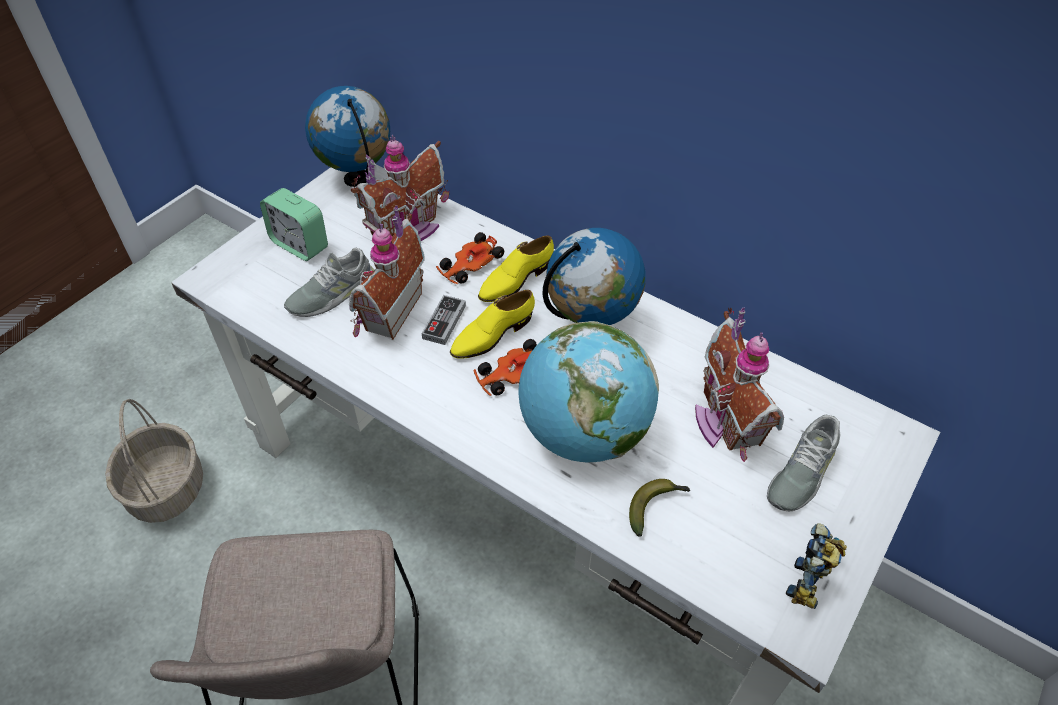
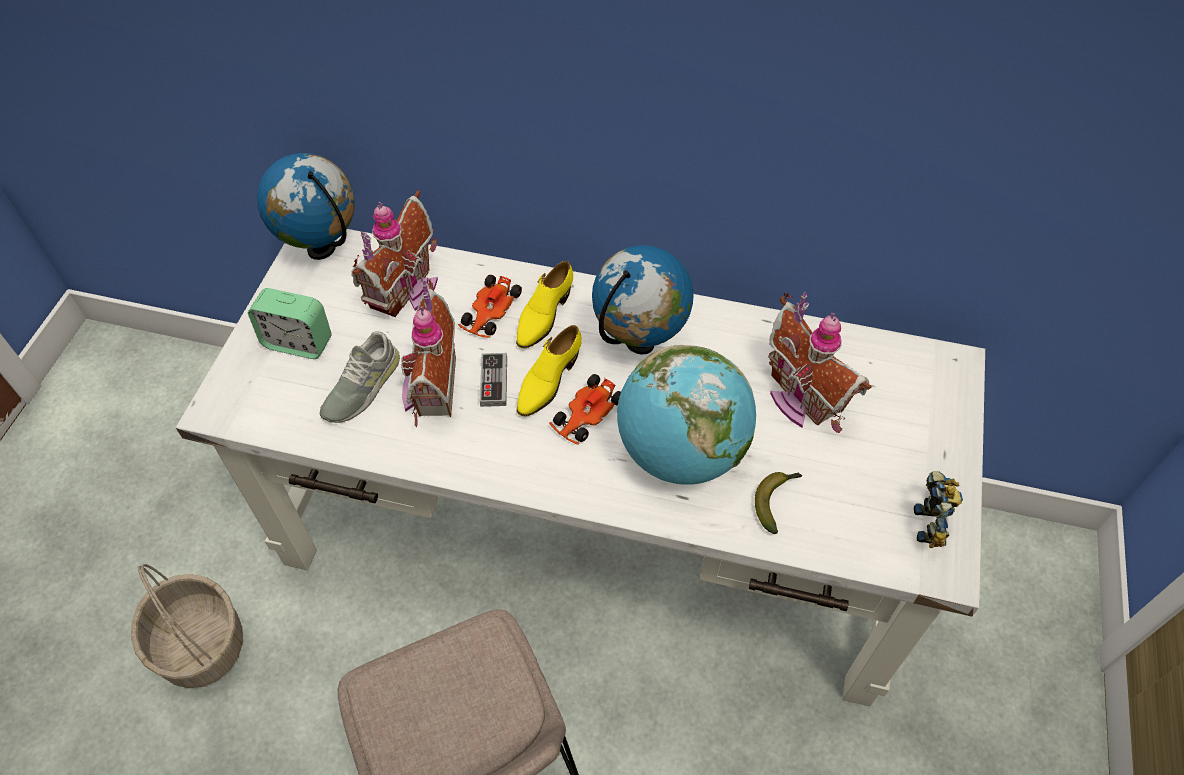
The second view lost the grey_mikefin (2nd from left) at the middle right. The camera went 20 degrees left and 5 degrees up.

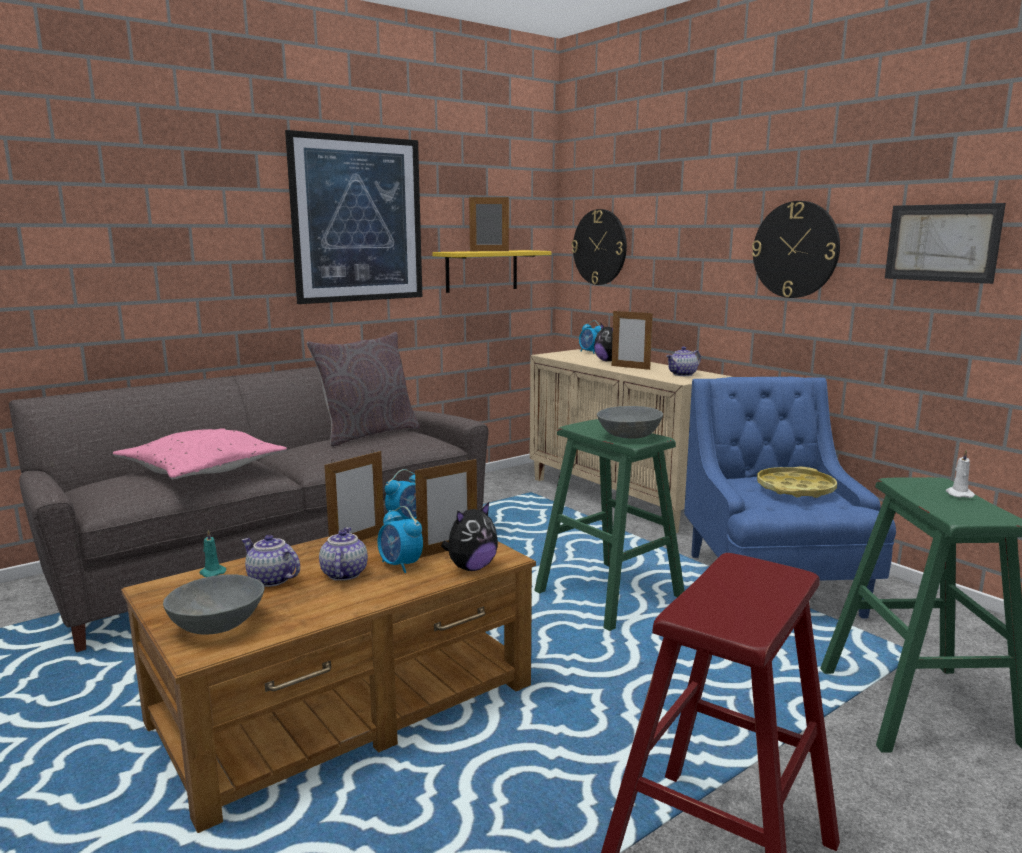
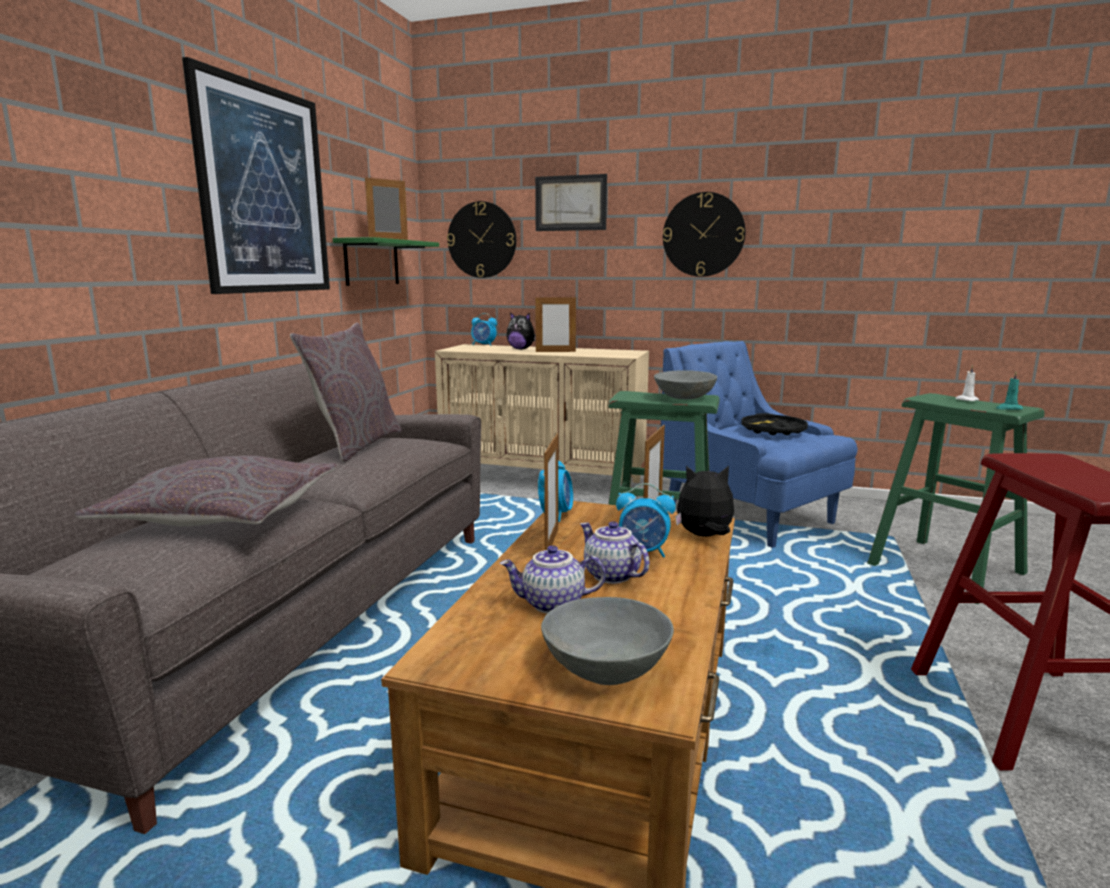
The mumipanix (2nd from left) ended up elsewhere, having gone from the top right to the top centre. What was the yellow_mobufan at the top centre turned into the green_mobufan at the top centre. The second view lost the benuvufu (3rd from left) at the middle right. What was the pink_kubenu at the middle left turned into the grey_kubenu (1st from left) at the middle left. What was the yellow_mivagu at the middle right turned into the black_mivagu at the middle right. The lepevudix (1st from left in the first image) at the centre ended up facing another way, 105 degrees counterclockwise from before. The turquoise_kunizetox ended up elsewhere, having gone from the middle left to the middle right. The camera went 35 degrees left and 0 degrees up.

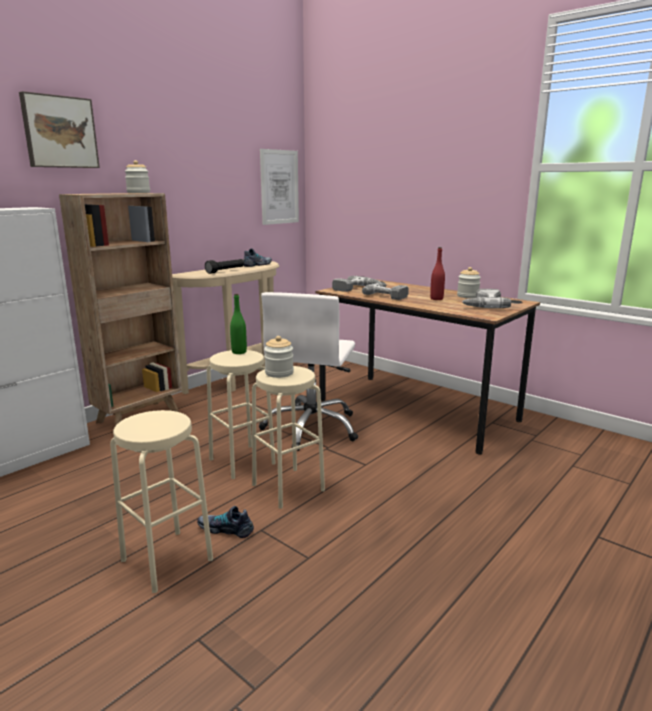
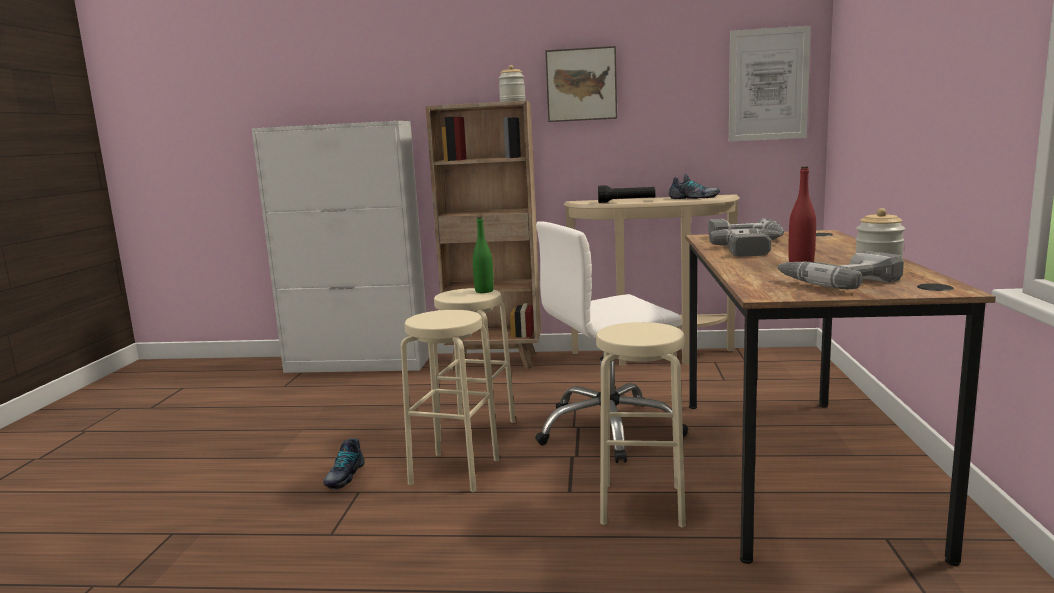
The mumipanix (1st from left) ended up elsewhere, having gone from the top left to the top centre. The second view lost the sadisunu (2nd from left) at the centre. The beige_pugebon (1st from left in the first image) ended up elsewhere, having gone from the bottom left to the bottom centre. The mikefin (1st from left) at the bottom centre ended up facing another way, 150 degrees counterclockwise from before. The camera went 55 degrees right and 5 degrees down.

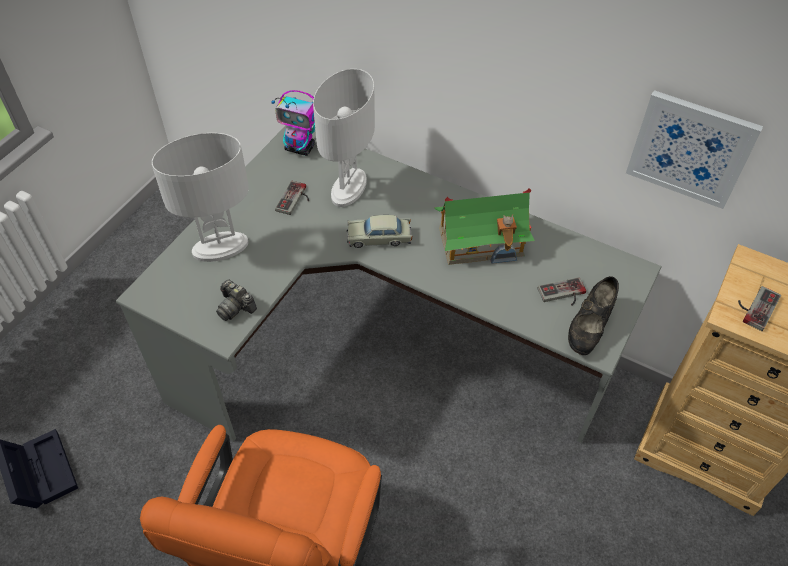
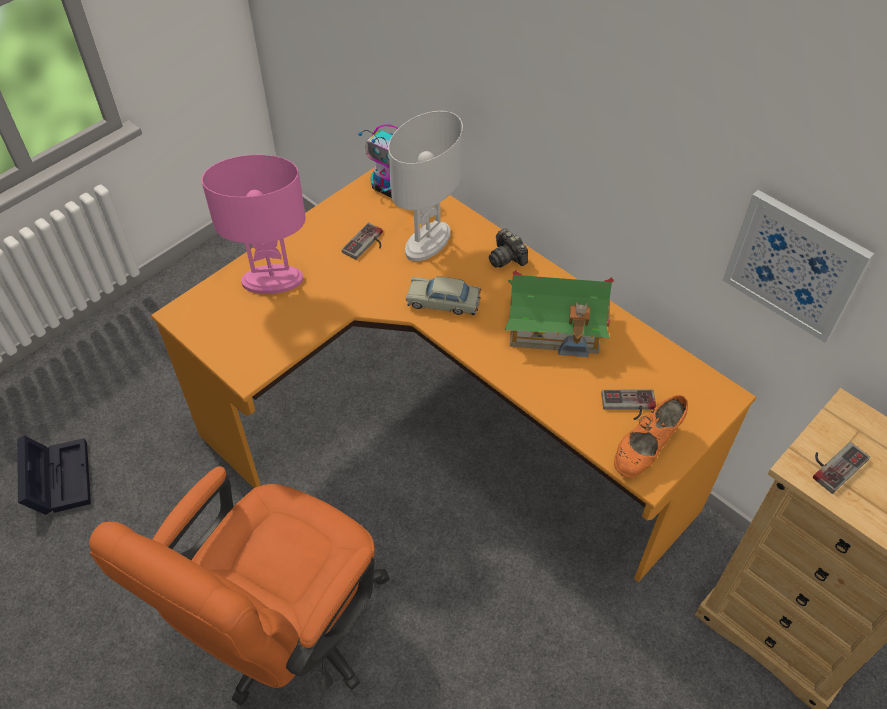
What was the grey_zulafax at the centre turned into the orange_zulafax at the centre. What was the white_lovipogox (1st from left) at the middle left turned into the pink_lovipogox at the top left. What was the black_mikefin at the middle right turned into the orange_mikefin at the middle right. The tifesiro ended up elsewhere, having gone from the middle left to the centre. The camera went 15 degrees right and 0 degrees up.

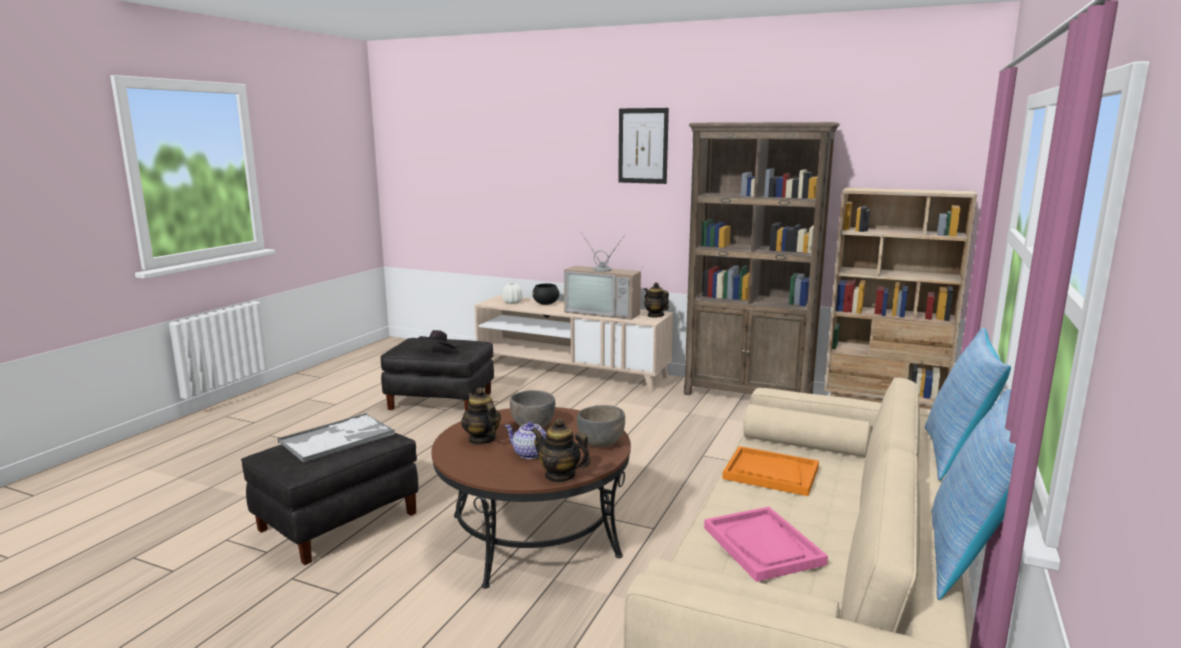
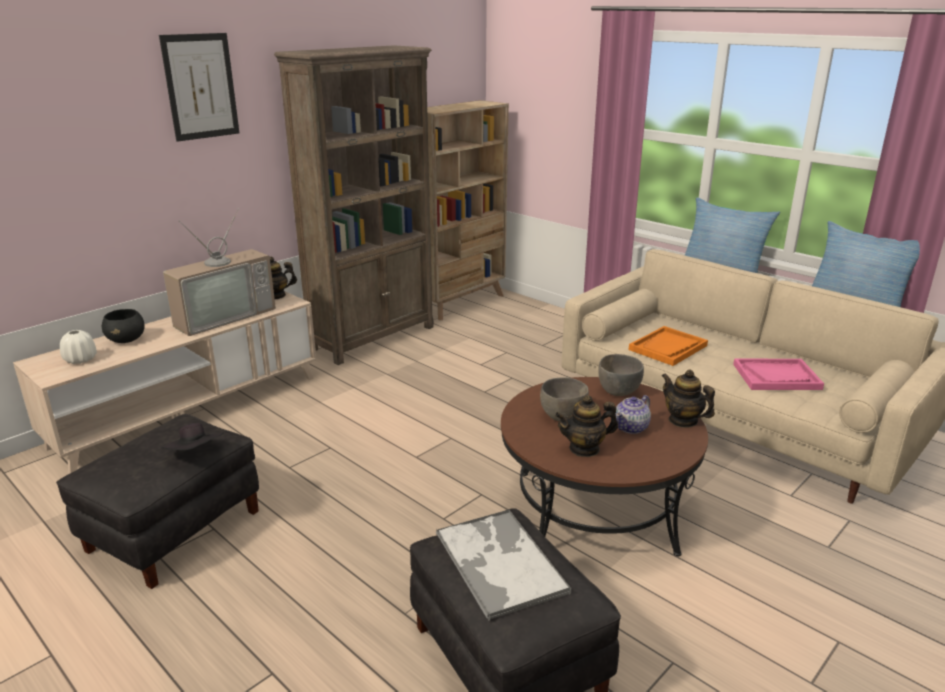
The benuvufu (3rd from left in the first image) at the bottom centre ended up facing another way, 90 degrees clockwise from before. The camera went 70 degrees left and 10 degrees up.

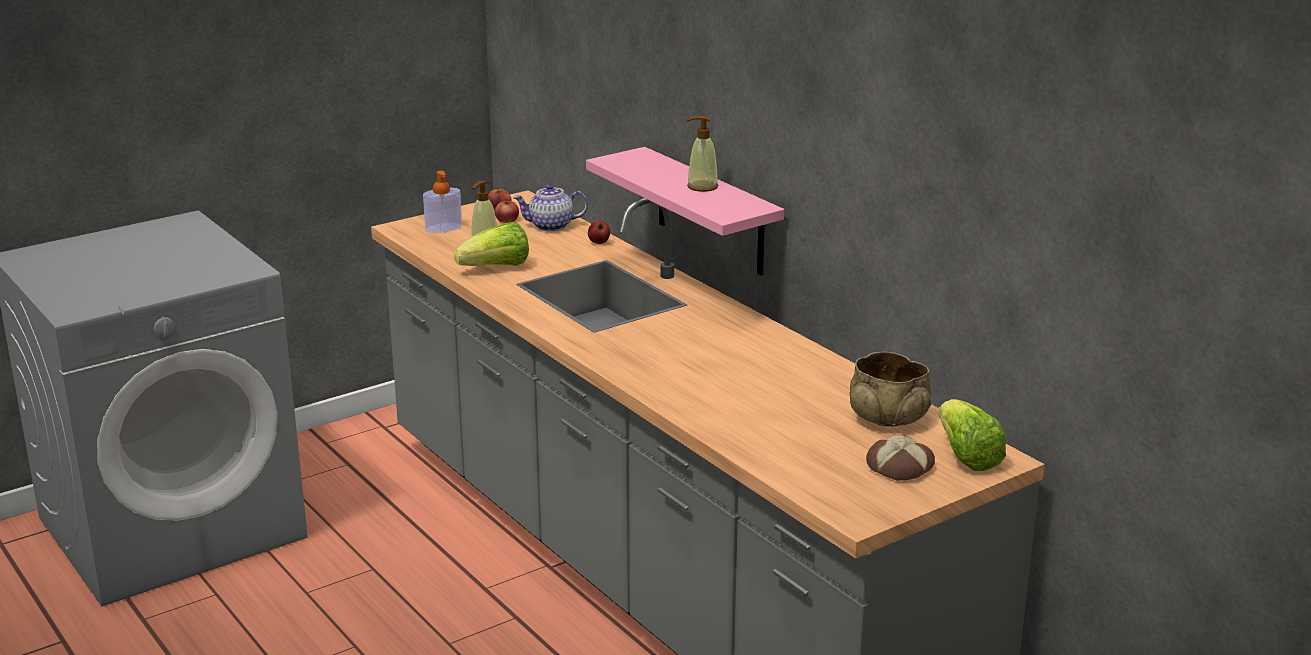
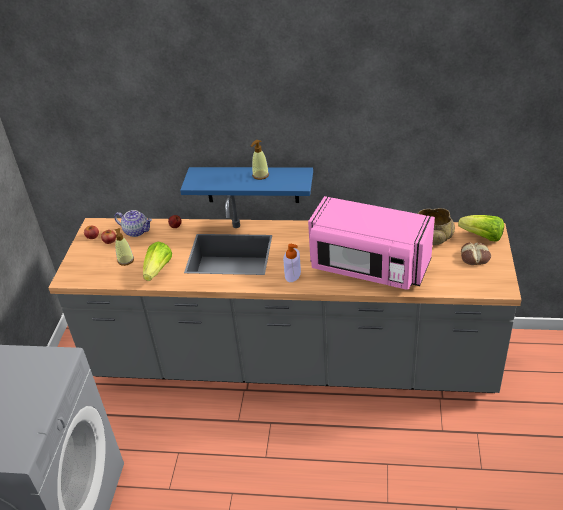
What was the pink_mobufan at the top centre turned into the blue_mobufan at the centre. The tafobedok (1st from left in the first image) ended up elsewhere, having gone from the top centre to the centre. The benuvufu at the top centre ended up facing another way, 105 degrees counterclockwise from before. The second view gained the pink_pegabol at the centre. The camera went 45 degrees left and 15 degrees up.

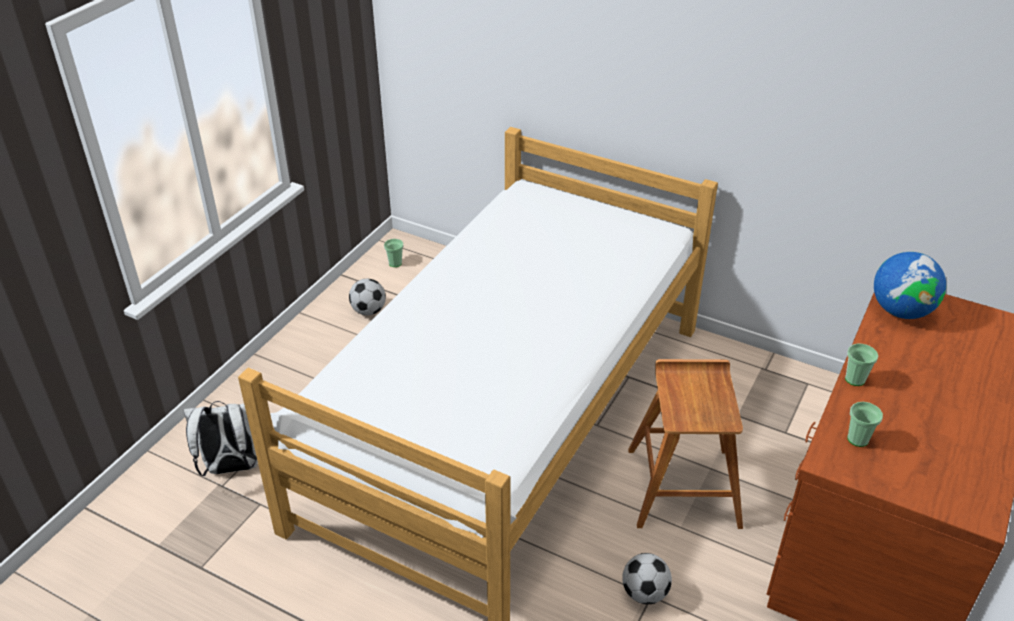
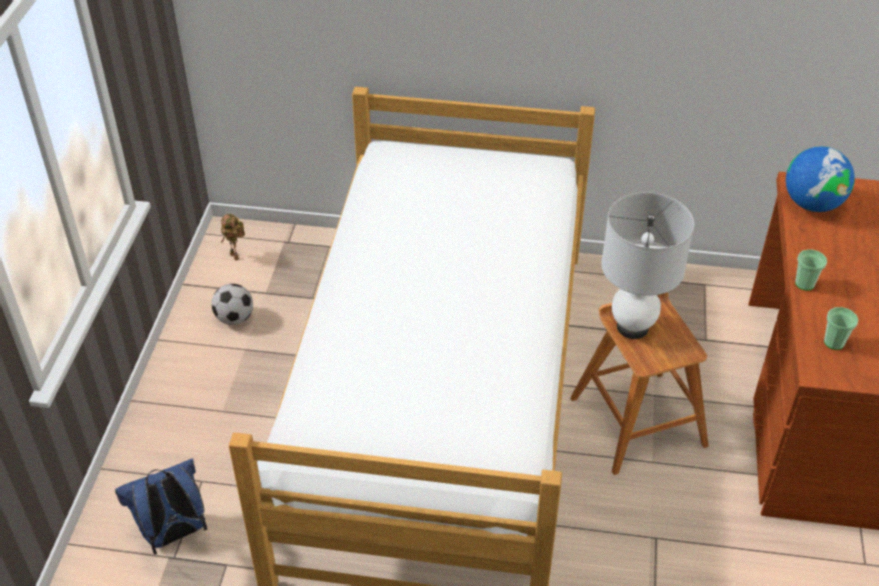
Where the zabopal (1st from left) stood at the centre, the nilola came to stand at the middle left. What was the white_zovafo at the bottom left turned into the blue_zovafo at the bottom left. The second view lost the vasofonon (2nd from left) at the bottom centre. The second view gained the white_lovipogox at the middle right. The camera went 20 degrees left and 5 degrees up.

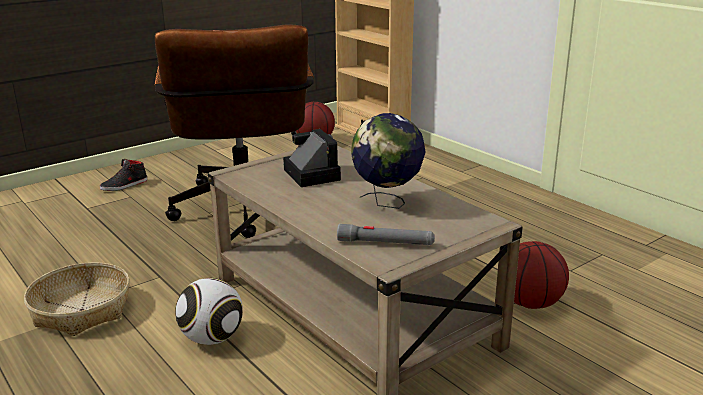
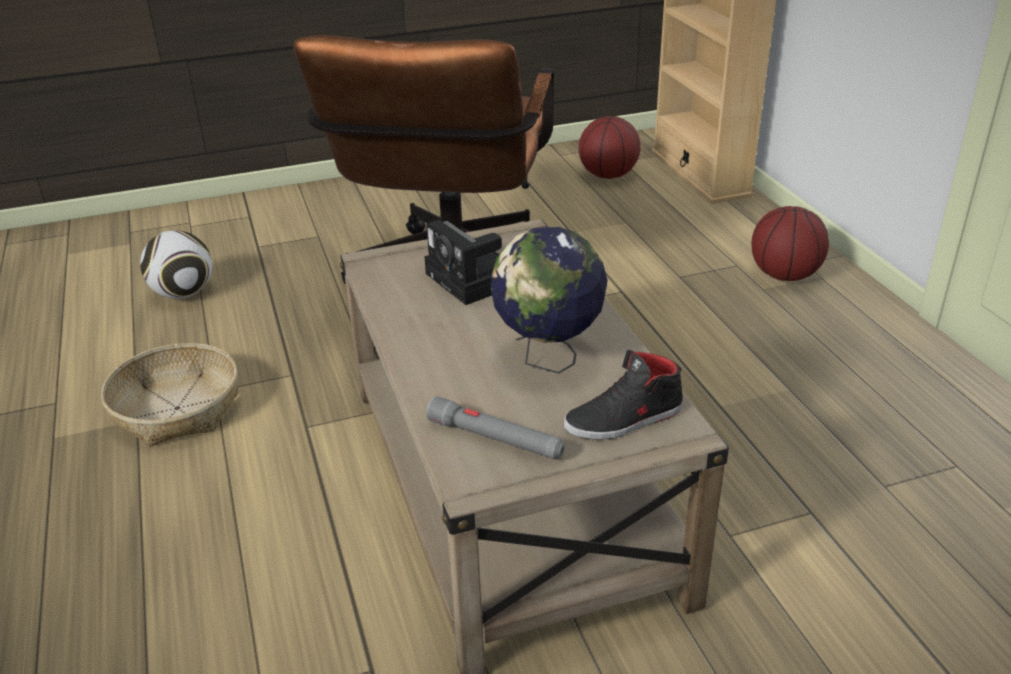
The tifesiro at the centre ended up facing another way, 150 degrees clockwise from before. The black_mikefin ended up elsewhere, having gone from the middle left to the centre. The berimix (2nd from left) ended up elsewhere, having gone from the bottom right to the middle right. The vasofonon ended up elsewhere, having gone from the bottom left to the middle left. The camera went 20 degrees right and 10 degrees up.

